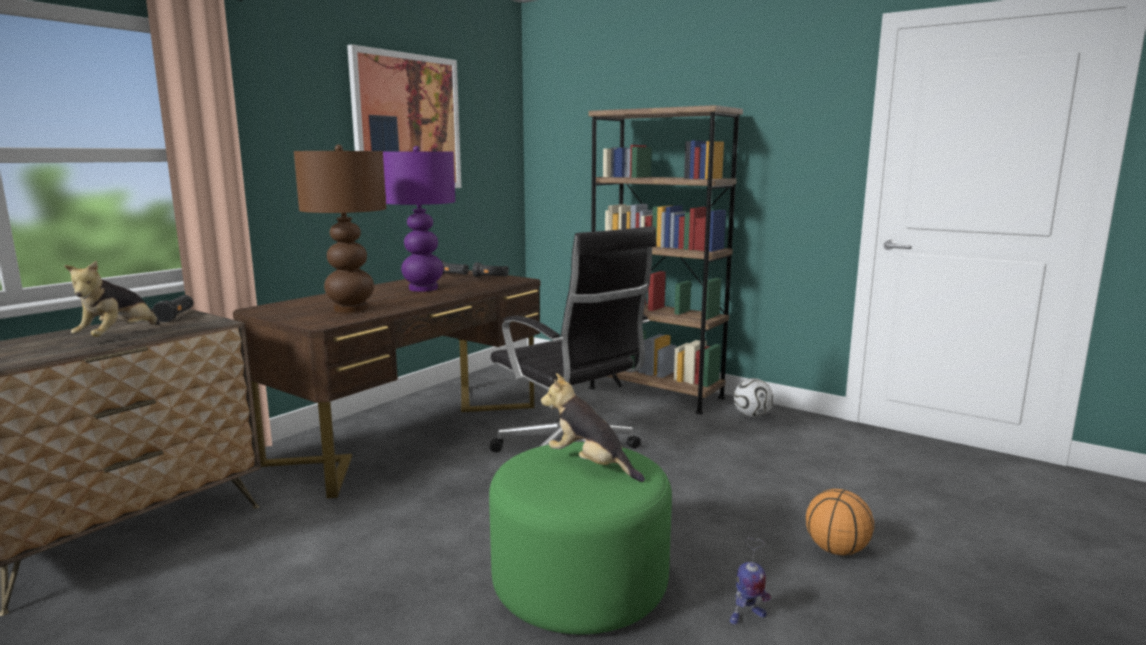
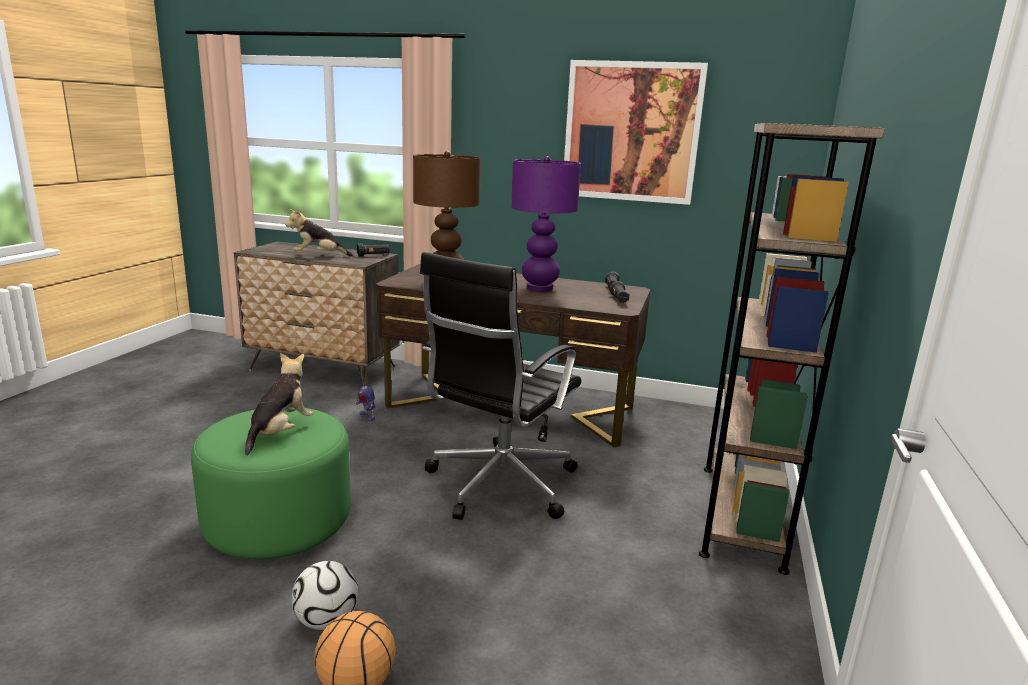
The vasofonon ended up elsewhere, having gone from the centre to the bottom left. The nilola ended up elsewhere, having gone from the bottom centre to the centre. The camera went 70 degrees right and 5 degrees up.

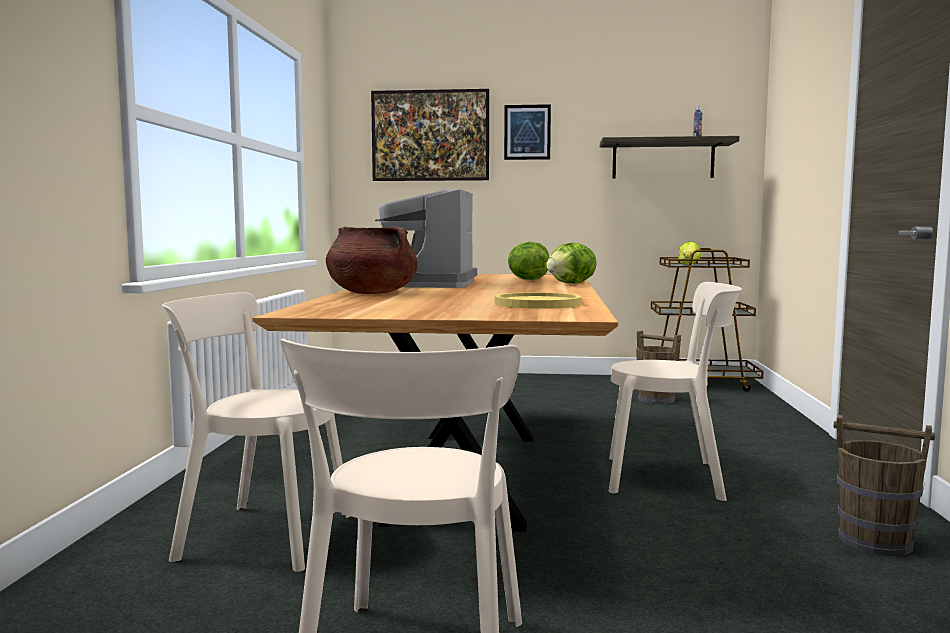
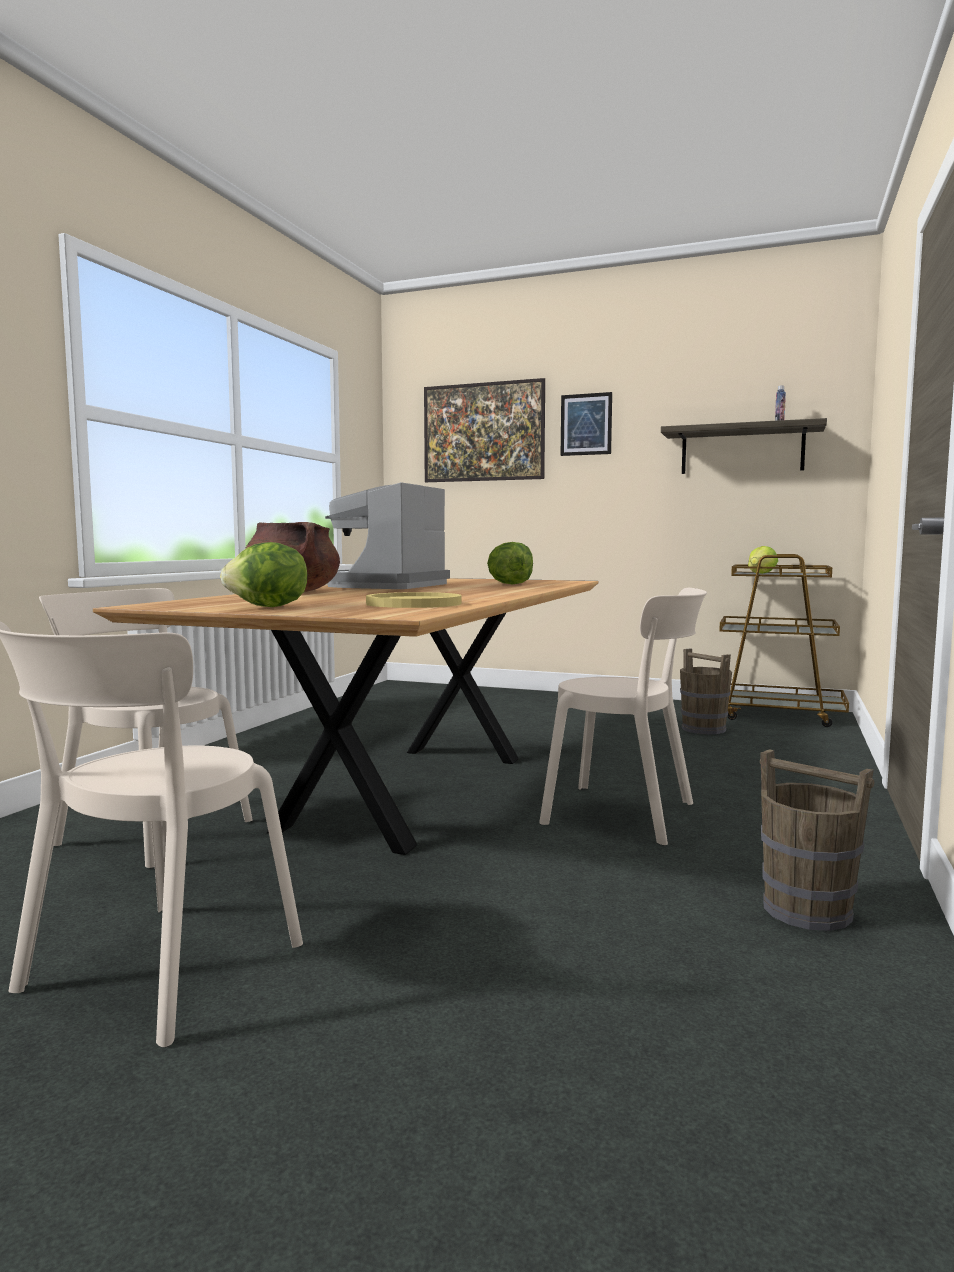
The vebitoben (2nd from left in the first image) ended up elsewhere, having gone from the centre to the middle left. The camera went 15 degrees right and 0 degrees up.

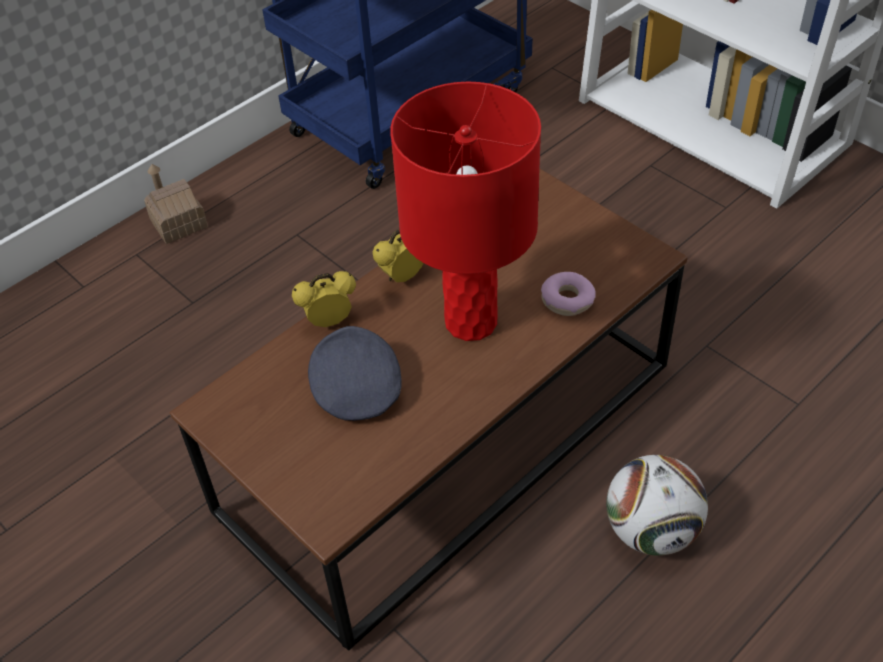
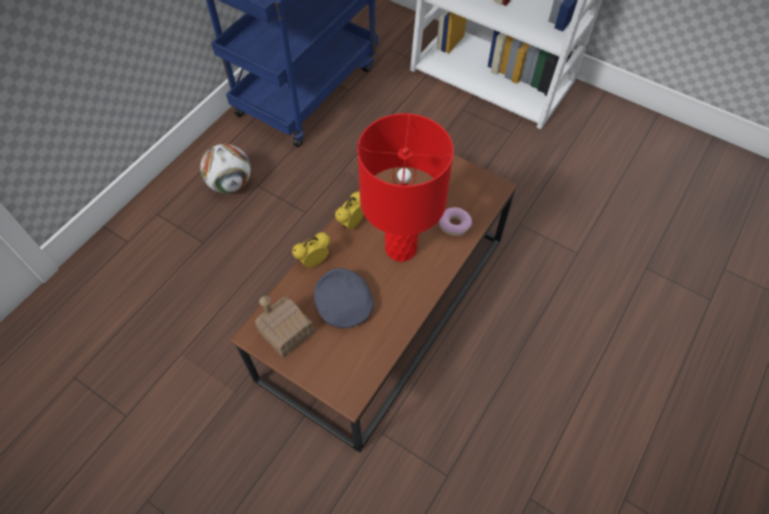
The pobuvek ended up elsewhere, having gone from the top left to the centre. The vasofonon ended up elsewhere, having gone from the bottom right to the top left. The camera went 15 degrees left and 10 degrees up.

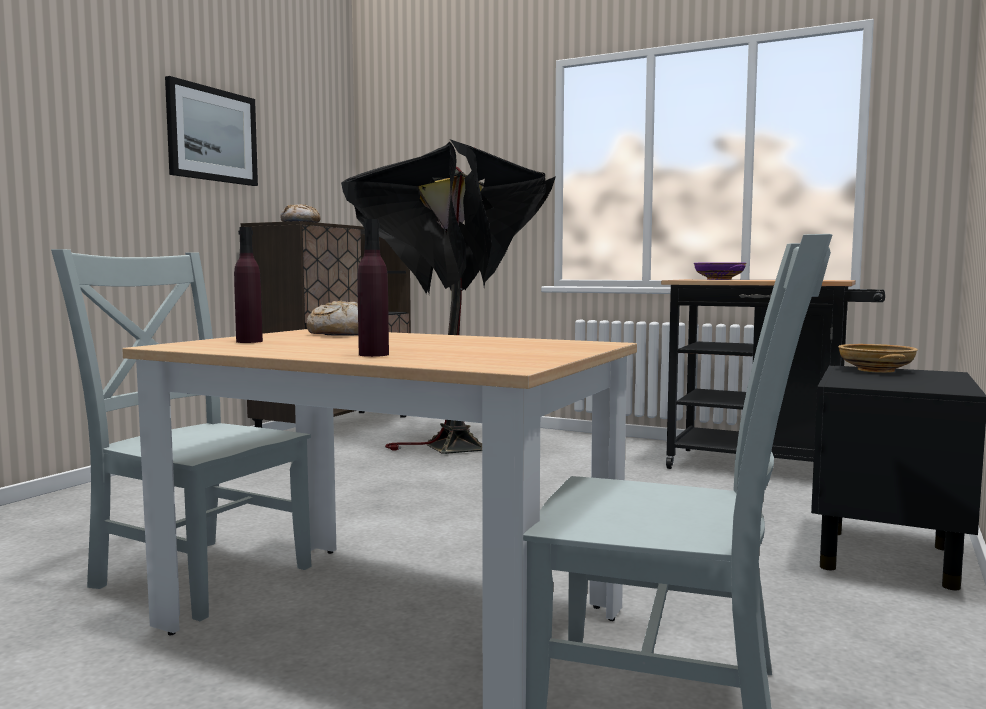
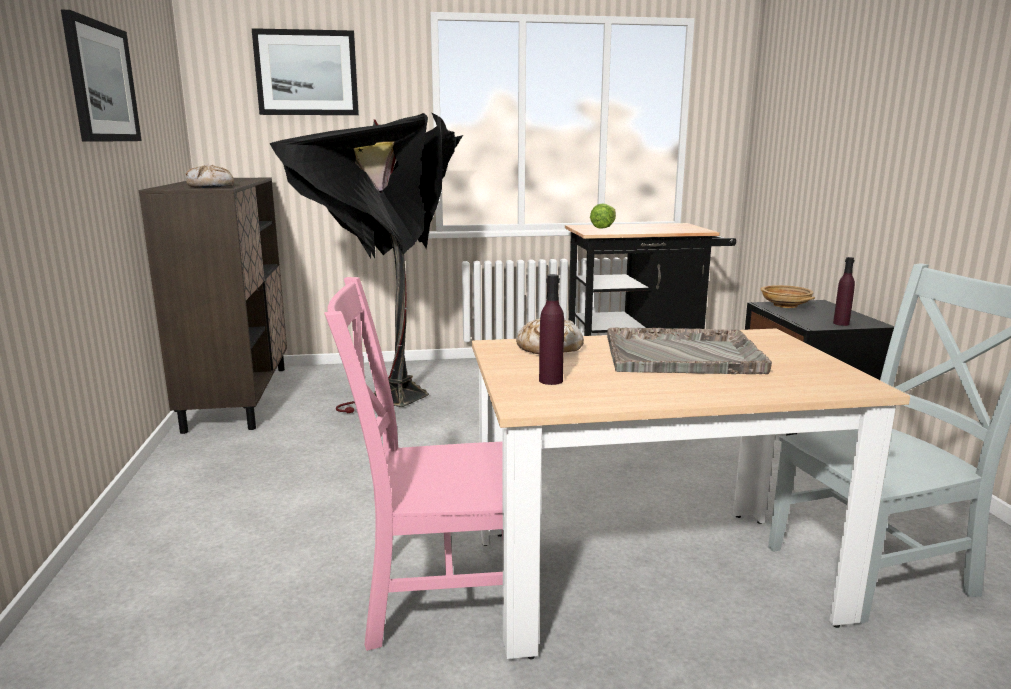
The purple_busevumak (2nd from left) ended up elsewhere, having gone from the centre to the middle right. What was the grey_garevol (1st from left) at the middle left turned into the pink_garevol at the bottom centre. Where the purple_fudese stood at the middle right, the vebitoben came to stand at the top centre. The second view gained the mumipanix (2nd from left) at the top left. The second view gained the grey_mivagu at the middle right. The camera went 35 degrees left and 10 degrees up.

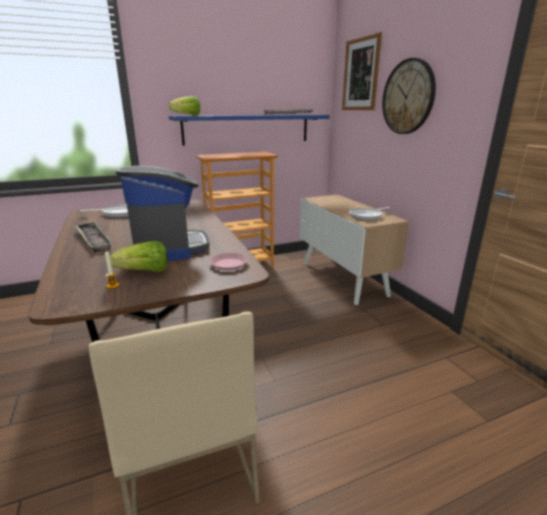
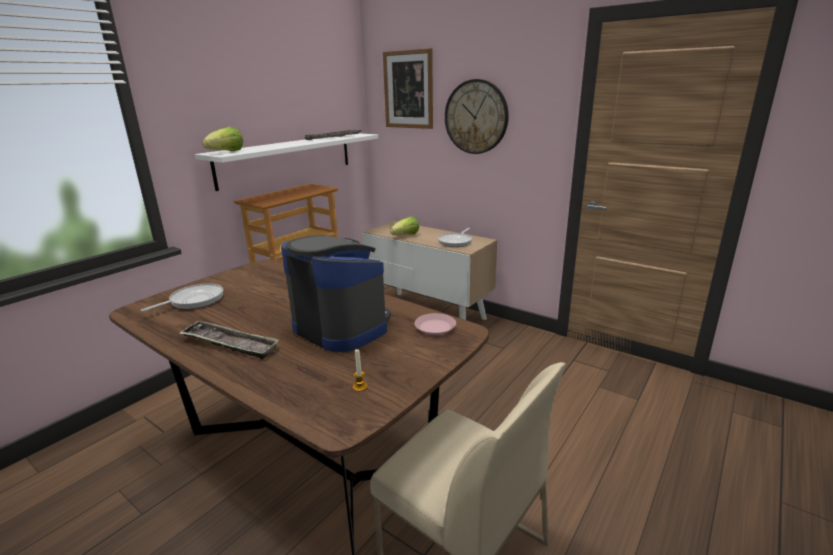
What was the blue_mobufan at the top centre turned into the white_mobufan at the top centre. The vebitoben (1st from left in the first image) ended up elsewhere, having gone from the middle left to the centre. The camera went 30 degrees left and 0 degrees up.

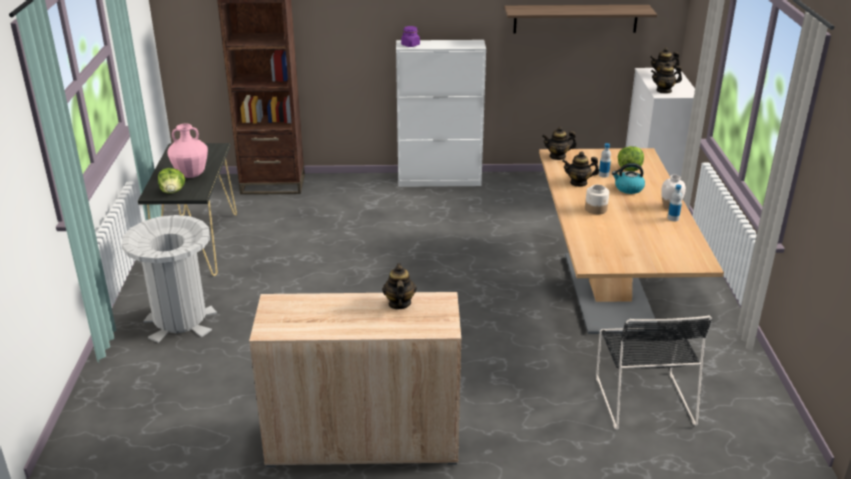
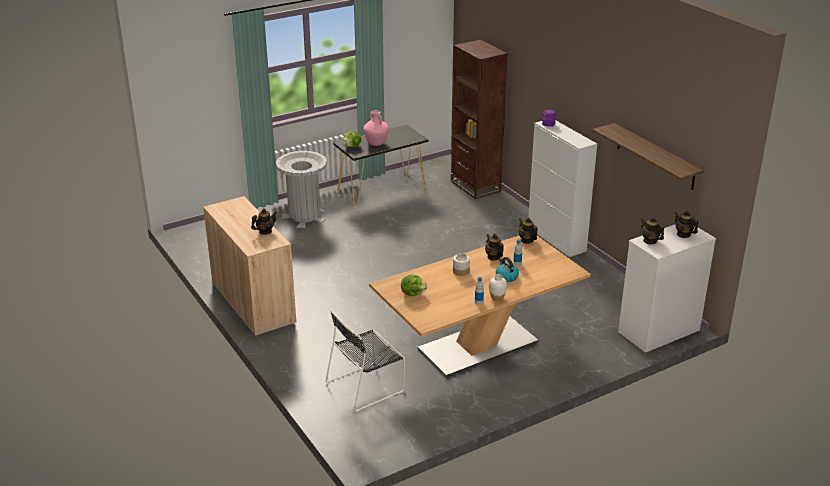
The vebitoben (2nd from left) ended up elsewhere, having gone from the top right to the centre. The camera went 60 degrees right and 0 degrees up.

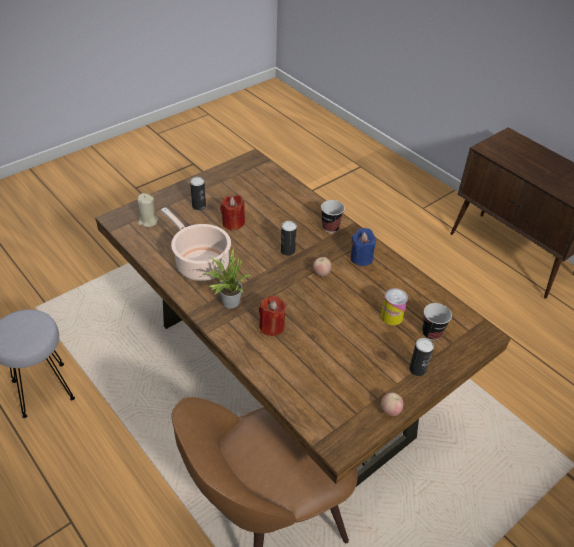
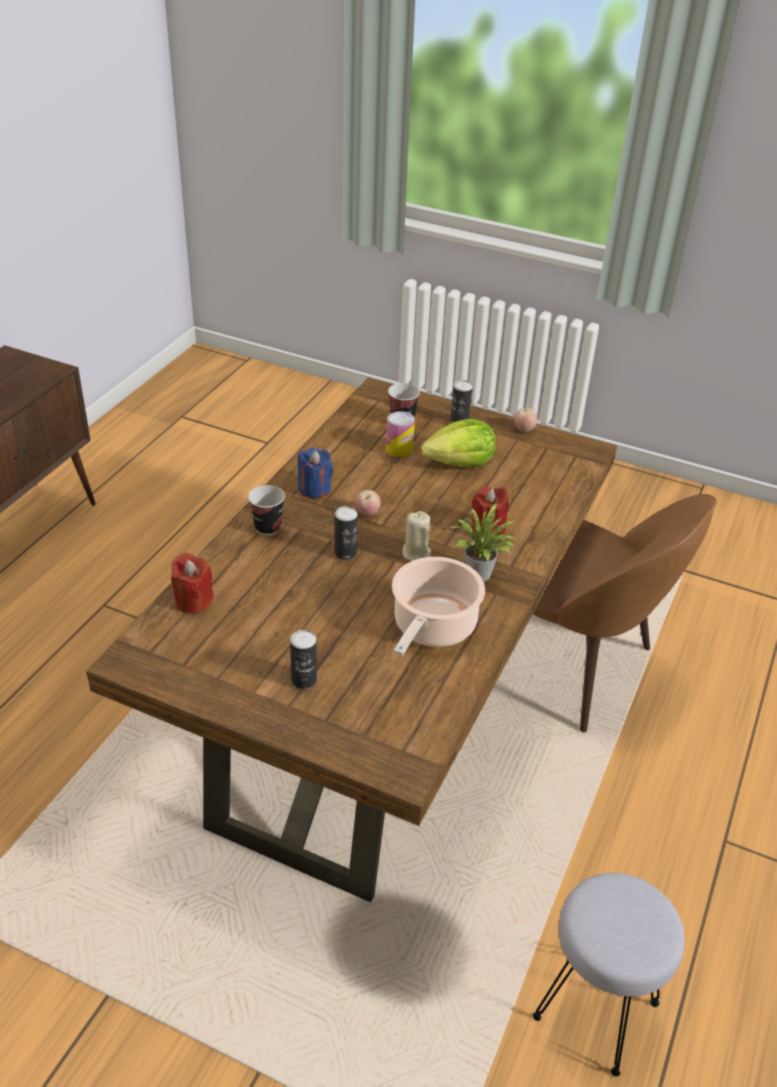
The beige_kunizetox ended up elsewhere, having gone from the middle left to the centre. The red_kunizetox (1st from left) ended up elsewhere, having gone from the centre to the middle left. The second view gained the vebitoben at the centre. The camera went 115 degrees left and 5 degrees down.

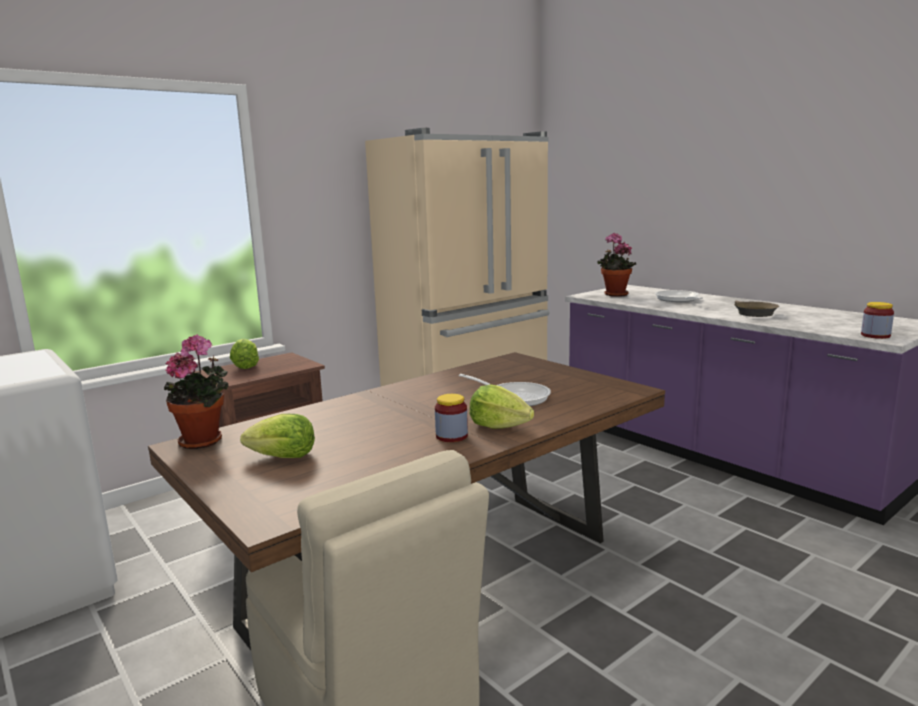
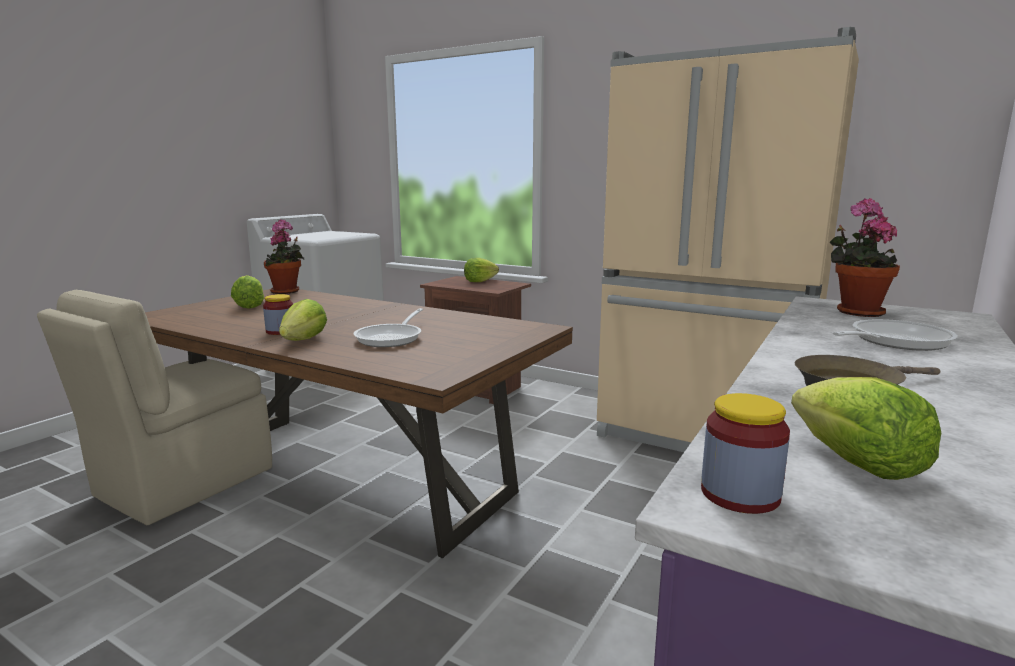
The second view gained the vebitoben (4th from left) at the middle right. The camera went 70 degrees right and 0 degrees up.

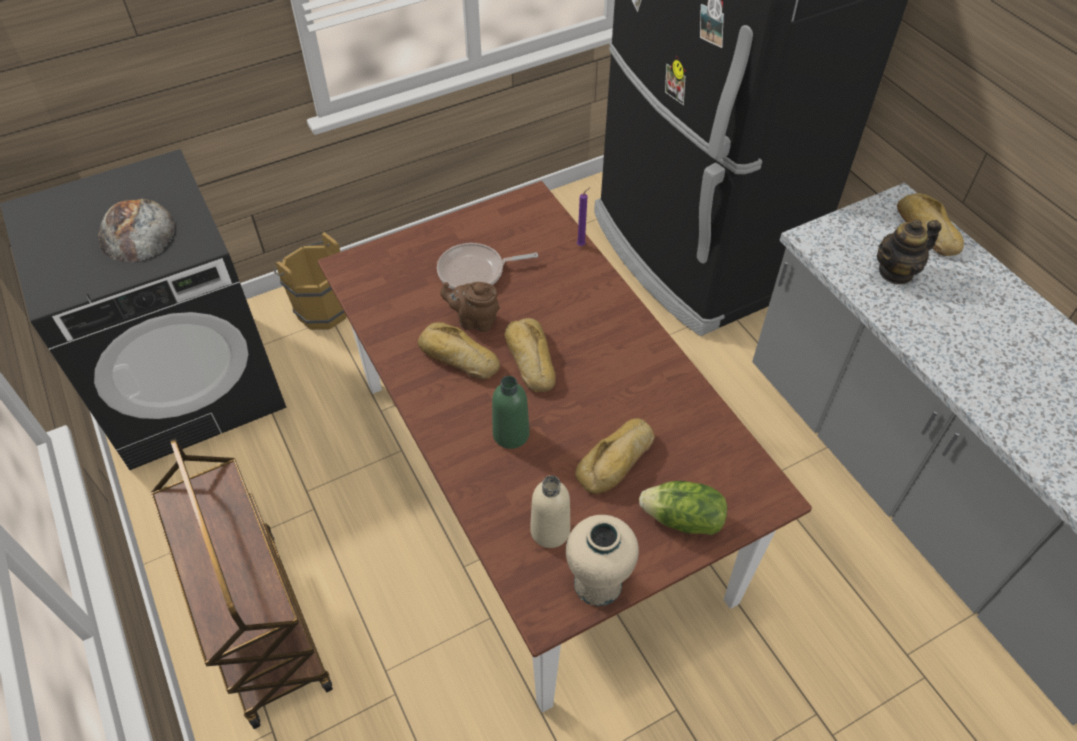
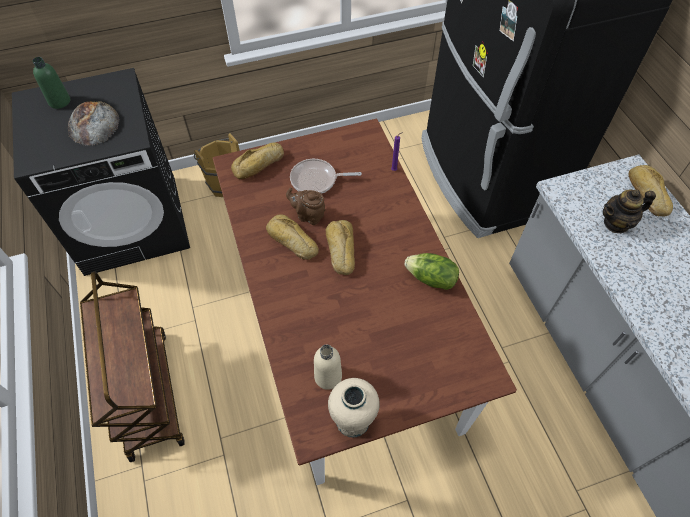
The green_busevumak ended up elsewhere, having gone from the centre to the top left. The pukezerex (4th from left in the first image) ended up elsewhere, having gone from the centre to the top centre. The vebitoben ended up elsewhere, having gone from the bottom centre to the centre. The camera went 10 degrees right and 5 degrees up.

